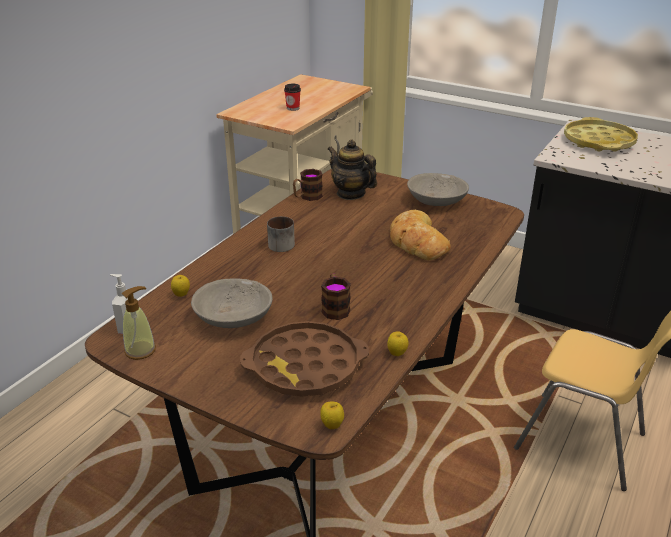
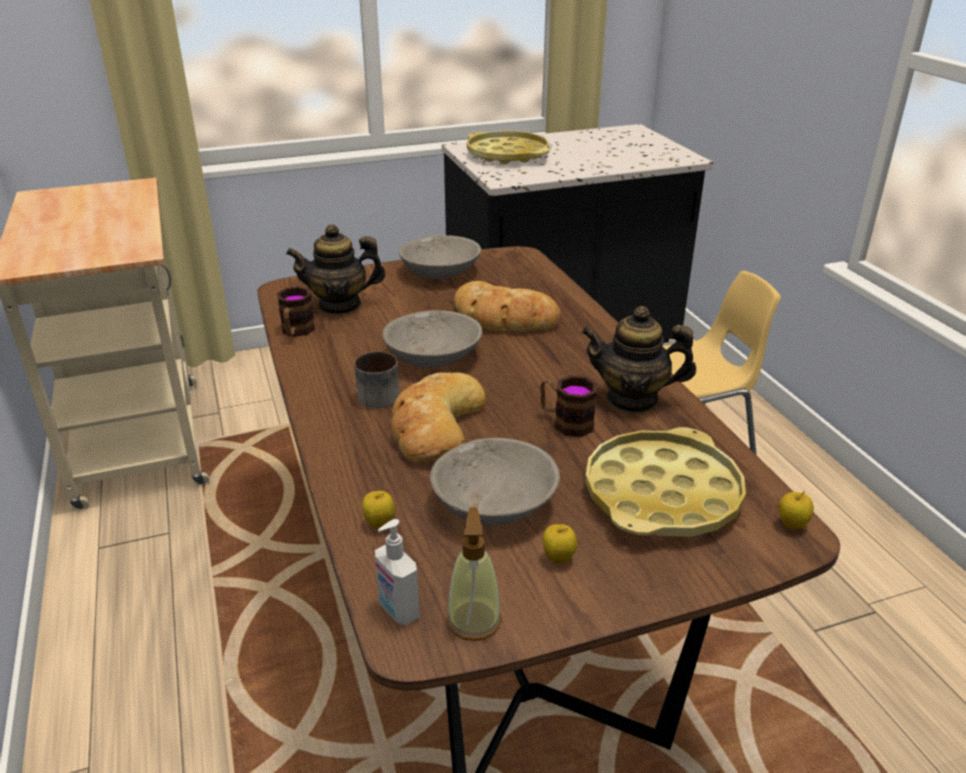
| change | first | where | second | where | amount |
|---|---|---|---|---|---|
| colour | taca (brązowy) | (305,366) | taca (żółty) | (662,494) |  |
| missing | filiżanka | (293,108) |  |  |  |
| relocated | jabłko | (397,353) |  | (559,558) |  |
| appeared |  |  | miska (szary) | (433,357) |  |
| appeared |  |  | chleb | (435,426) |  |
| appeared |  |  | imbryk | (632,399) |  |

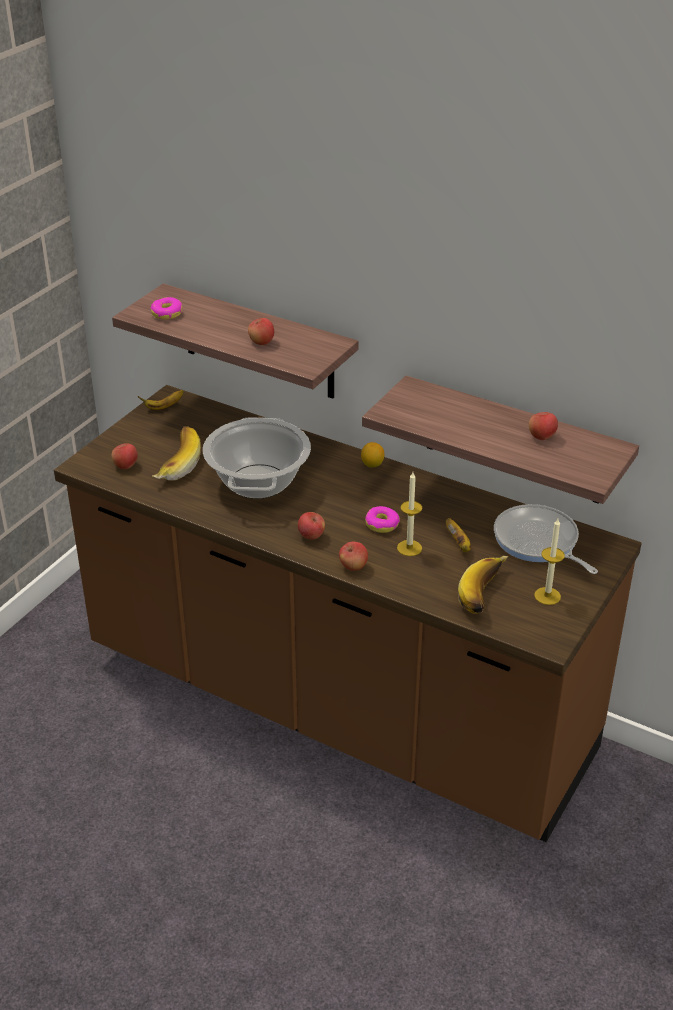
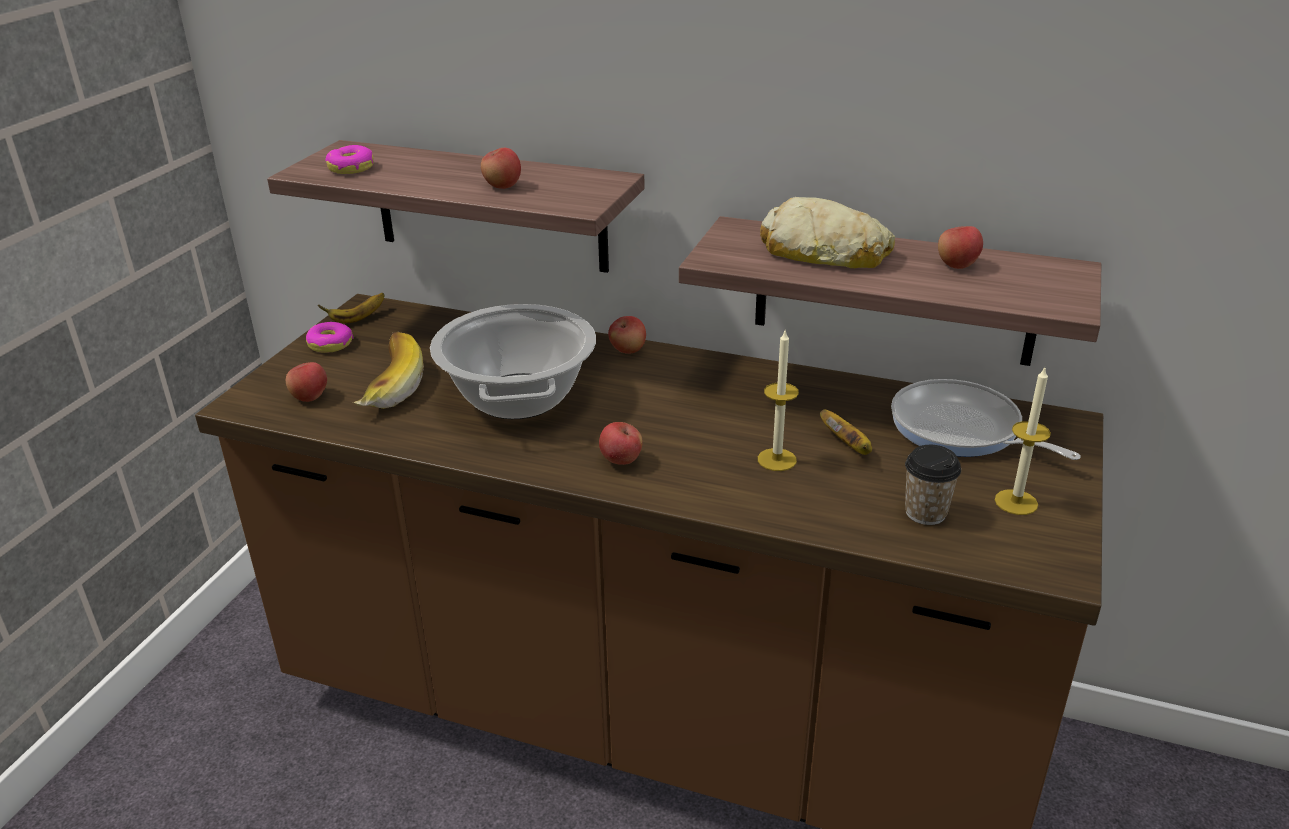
| change | first | where | second | where | amount |
|---|---|---|---|---|---|
| relocated | jabłko | (353,566) |  | (628,350) |  |
| missing | cytryna | (372,464) |  |  |  |
| relocated | donut | (382,524) |  | (330,344) |  |
| exchanged | banan | (487,595) | filiżanka | (925,512) |  |
| appeared |  |  | chleb | (824,251) |  |

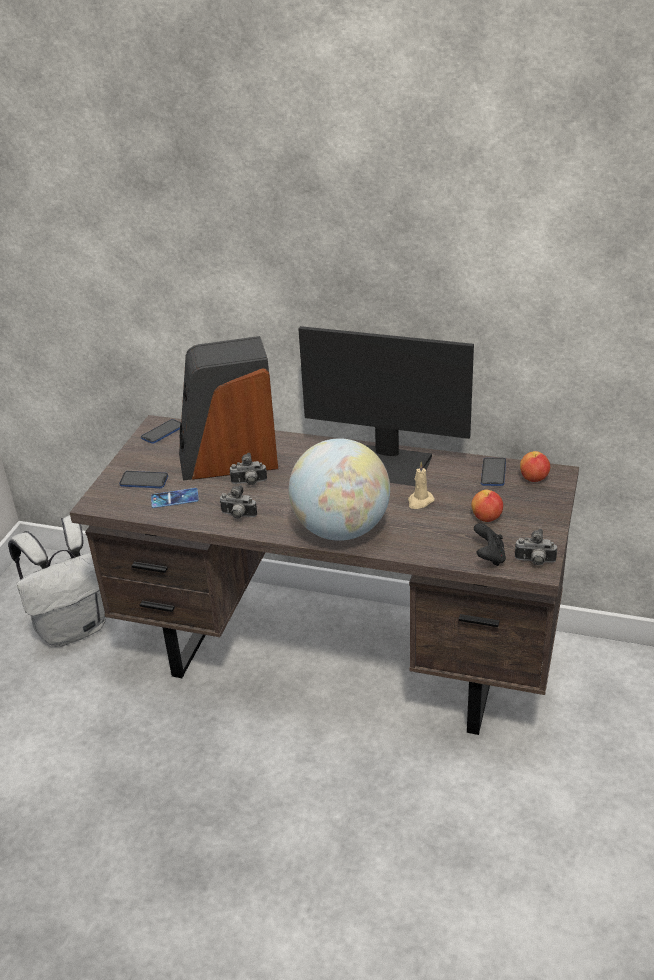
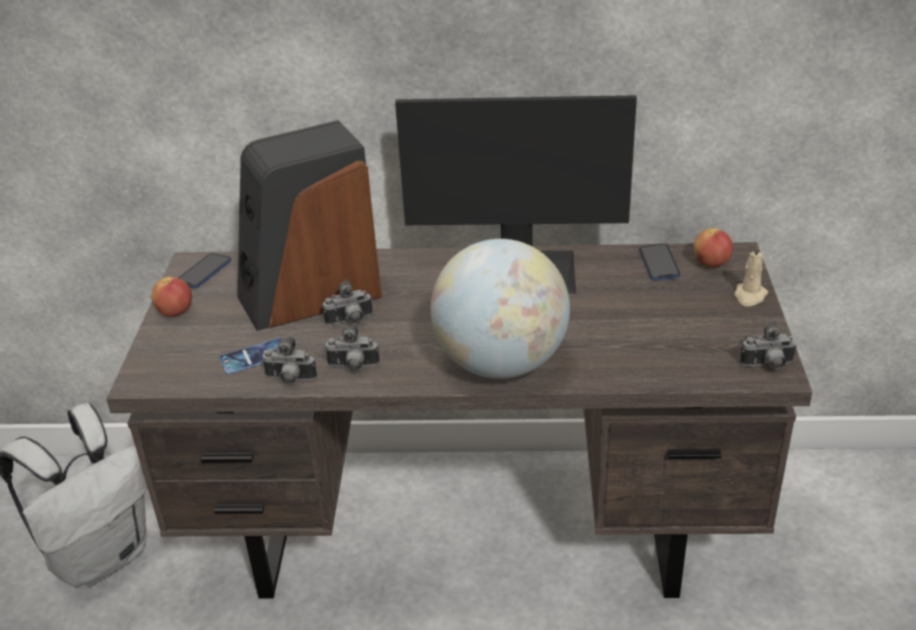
| change | first | where | second | where | amount |
|---|---|---|---|---|---|
| missing | telefon | (144,481) |  |  |  |
| relocated | świeca (beżowy) | (420,501) |  | (749,296) |  |
| relocated | jabłko | (486,518) |  | (175,312) |  |
| missing | pad do gier (czarny) | (489,557) |  |  |  |
| appeared |  |  | aparat fotograficzny | (289,380) |  |

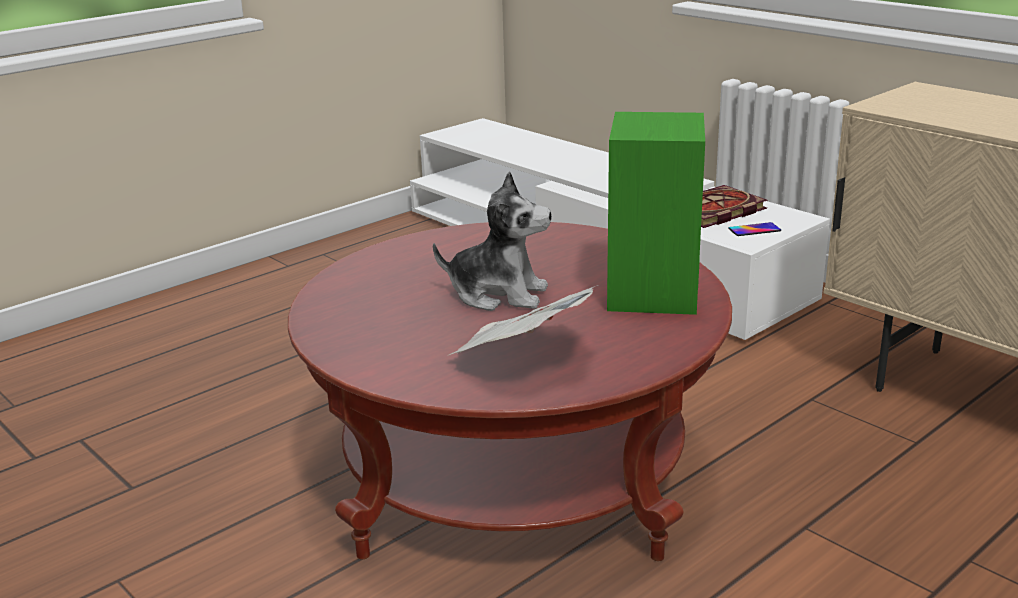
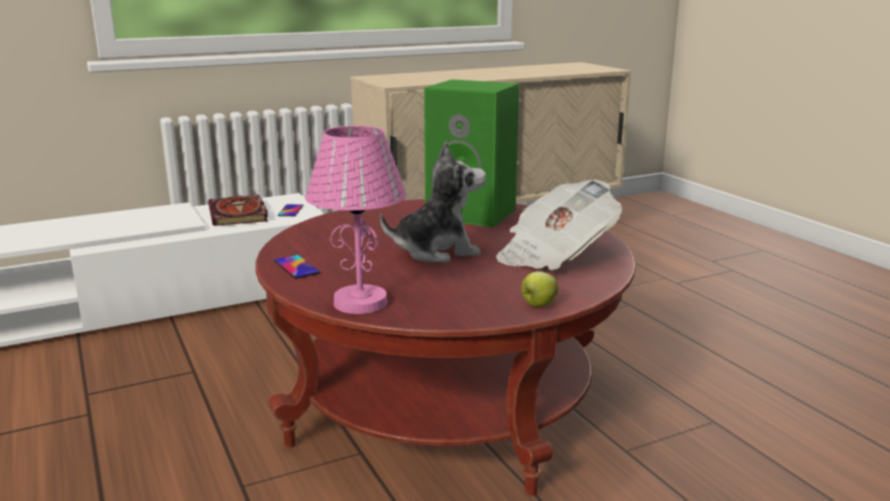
| change | first | where | second | where | amount |
|---|---|---|---|---|---|
| spun | pluszak | (498,294) |  | (436,251) | 45 degrees clockwise |
| appeared |  |  | telefon | (296,267) |  |
| appeared |  |  | lampa stołowa (różowy) | (361,302) |  |
| appeared |  |  | jabłko | (538,305) |  |

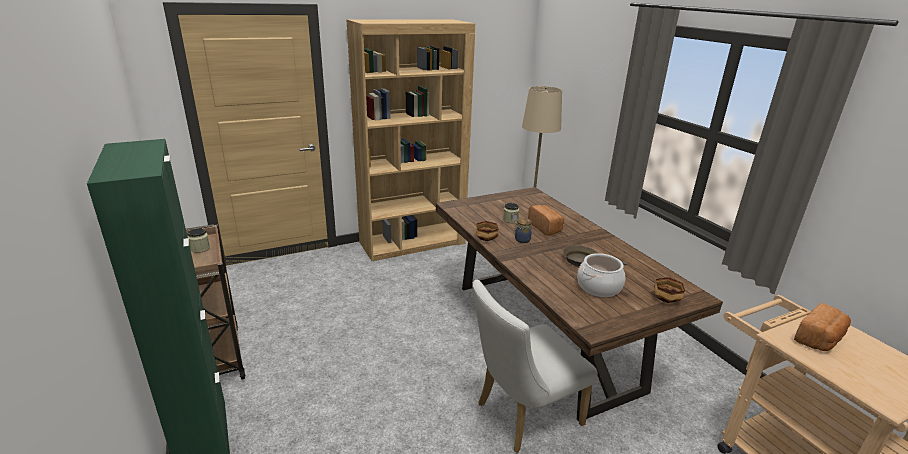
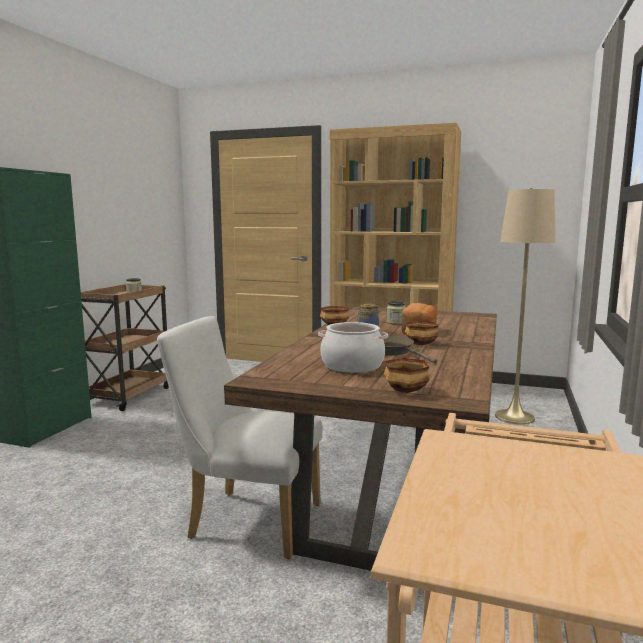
| change | first | where | second | where | amount |
|---|---|---|---|---|---|
| missing | chleb | (819,339) |  |  |  |
| appeared |  |  | miska | (422,344) |  |

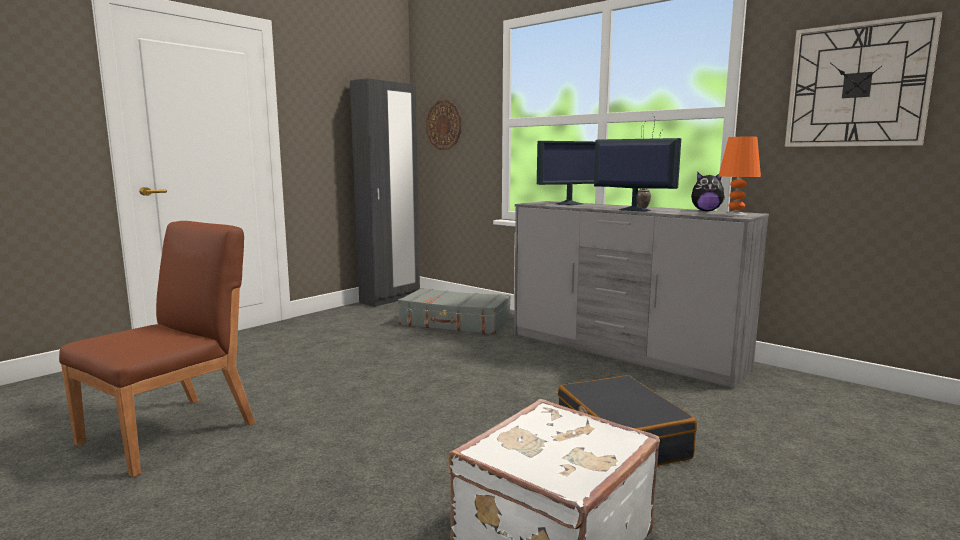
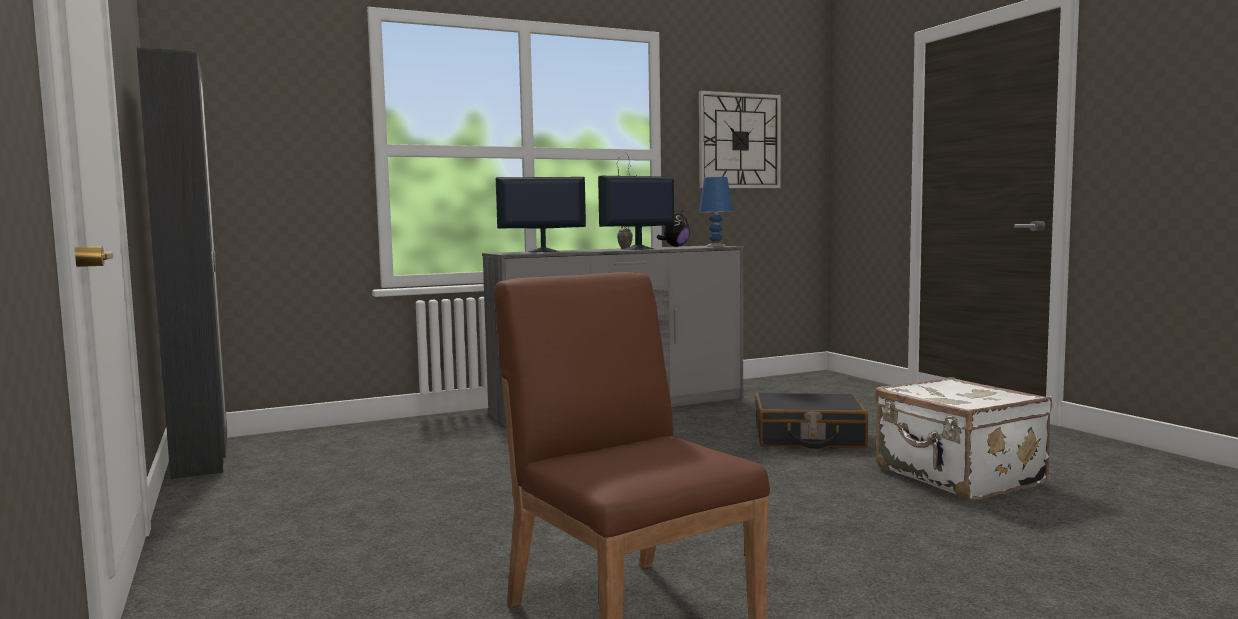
| change | first | where | second | where | amount |
|---|---|---|---|---|---|
| missing | walizka (szary) | (455,323) |  |  |  |
| missing | zegar ścienny | (444,125) |  |  |  |
| spun | monitor | (569,204) |  | (542,251) | 105 degrees counterclockwise |
| colour | lampa stołowa (pomarańczowy) | (735,215) | lampa stołowa (niebieski) | (715,246) |  |

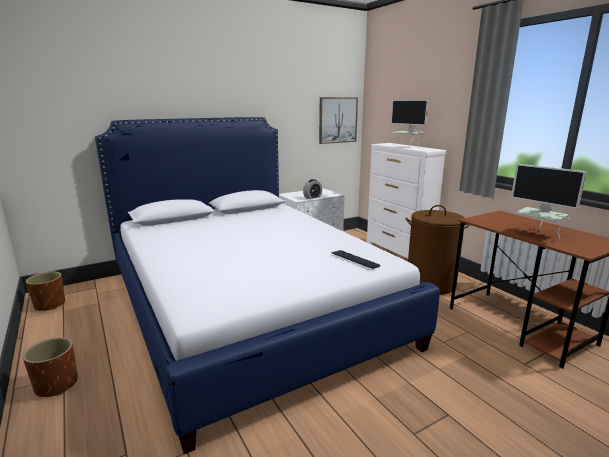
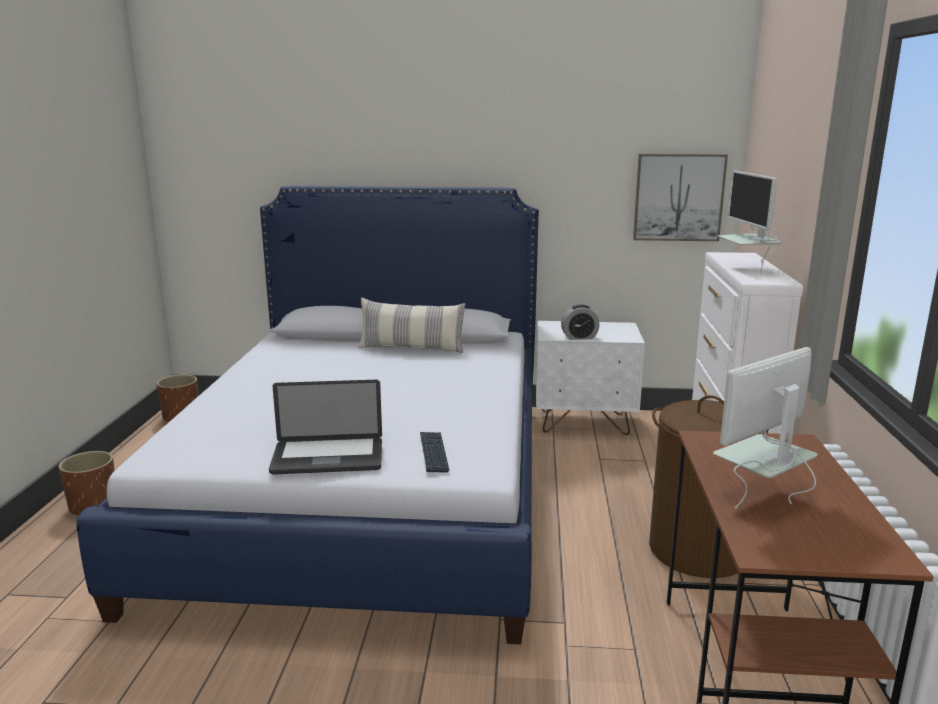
| change | first | where | second | where | amount |
|---|---|---|---|---|---|
| spun | monitor | (538,234) |  | (761,496) | 60 degrees clockwise |
| appeared |  |  | laptop | (328,458) |  |
| appeared |  |  | poduszka | (411,348) |  |

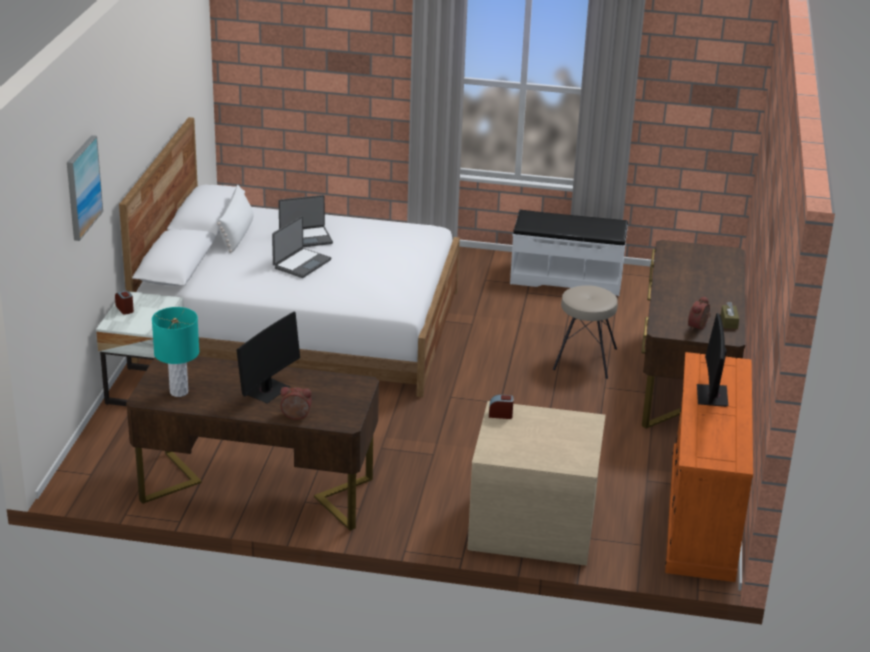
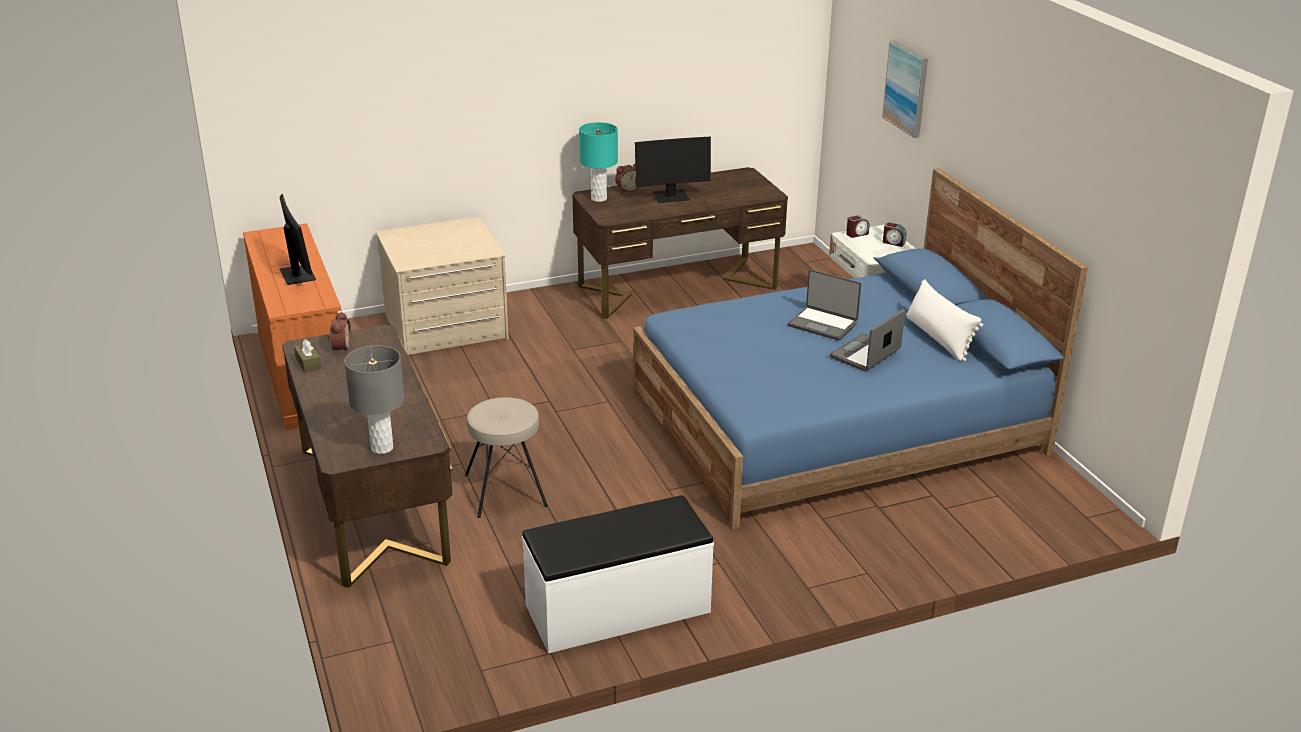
| change | first | where | second | where | amount |
|---|---|---|---|---|---|
| colour | łóżko (biały) | (300,325) | łóżko (niebieski) | (837,422) |  |
| relocated | lampa stołowa (turkusowy) | (179,392) |  | (598,198) |  |
| spun | monitor | (267,391) |  | (671,197) | 105 degrees counterclockwise |
| spun | laptop | (301,263) |  | (823,324) | 60 degrees counterclockwise |
| relocated | budzik | (500,414) |  | (857,234) |  |
| appeared |  |  | lampa stołowa (szary) | (382,447) |  |

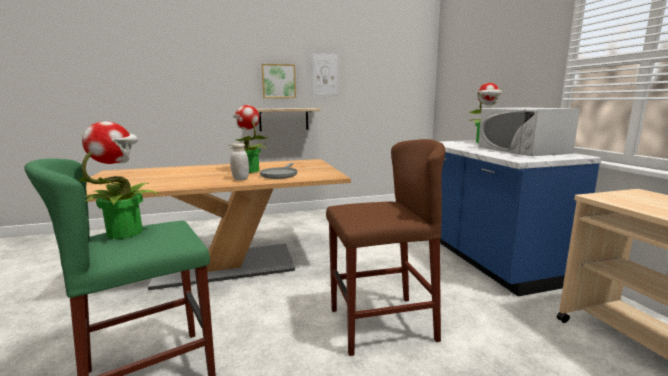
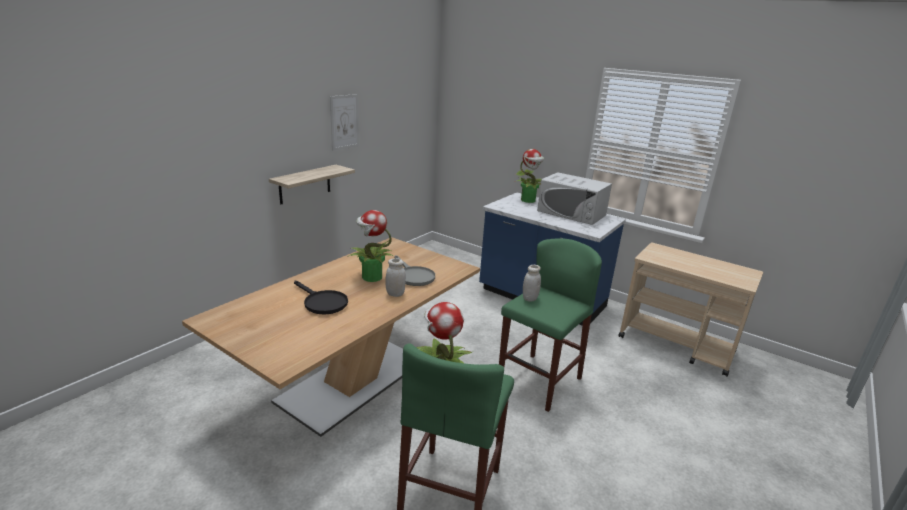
| change | first | where | second | where | amount |
|---|---|---|---|---|---|
| missing | obraz | (278,81) |  |  |  |
| colour | stołek (brązowy) | (381,324) | stołek (zielony) | (539,381) |  |
| appeared |  |  | patelnia (czarny) | (322,302) |  |
| appeared |  |  | słoik (biały) | (529,298) |  |

